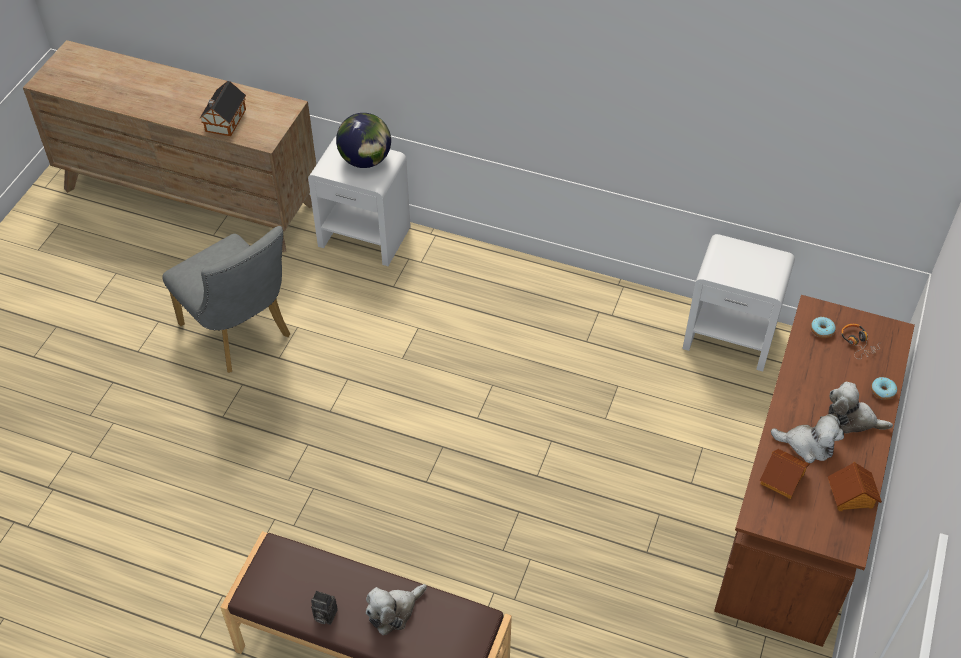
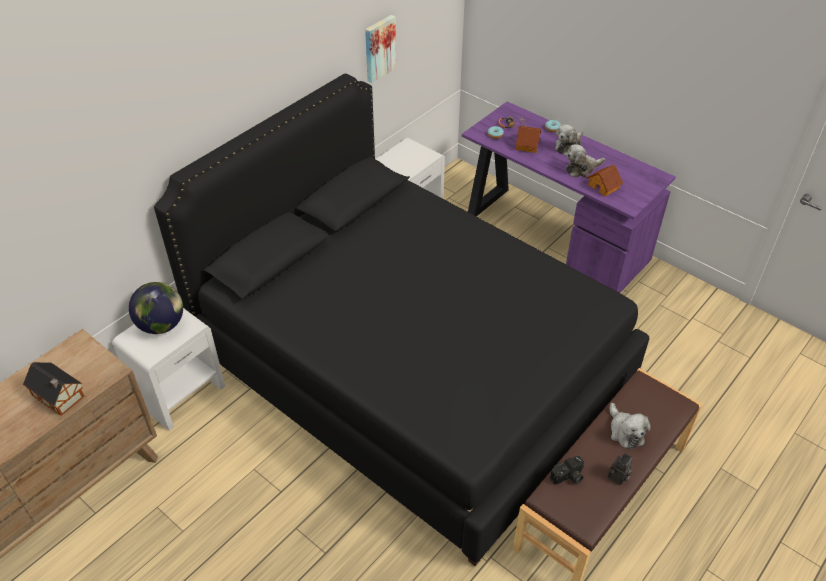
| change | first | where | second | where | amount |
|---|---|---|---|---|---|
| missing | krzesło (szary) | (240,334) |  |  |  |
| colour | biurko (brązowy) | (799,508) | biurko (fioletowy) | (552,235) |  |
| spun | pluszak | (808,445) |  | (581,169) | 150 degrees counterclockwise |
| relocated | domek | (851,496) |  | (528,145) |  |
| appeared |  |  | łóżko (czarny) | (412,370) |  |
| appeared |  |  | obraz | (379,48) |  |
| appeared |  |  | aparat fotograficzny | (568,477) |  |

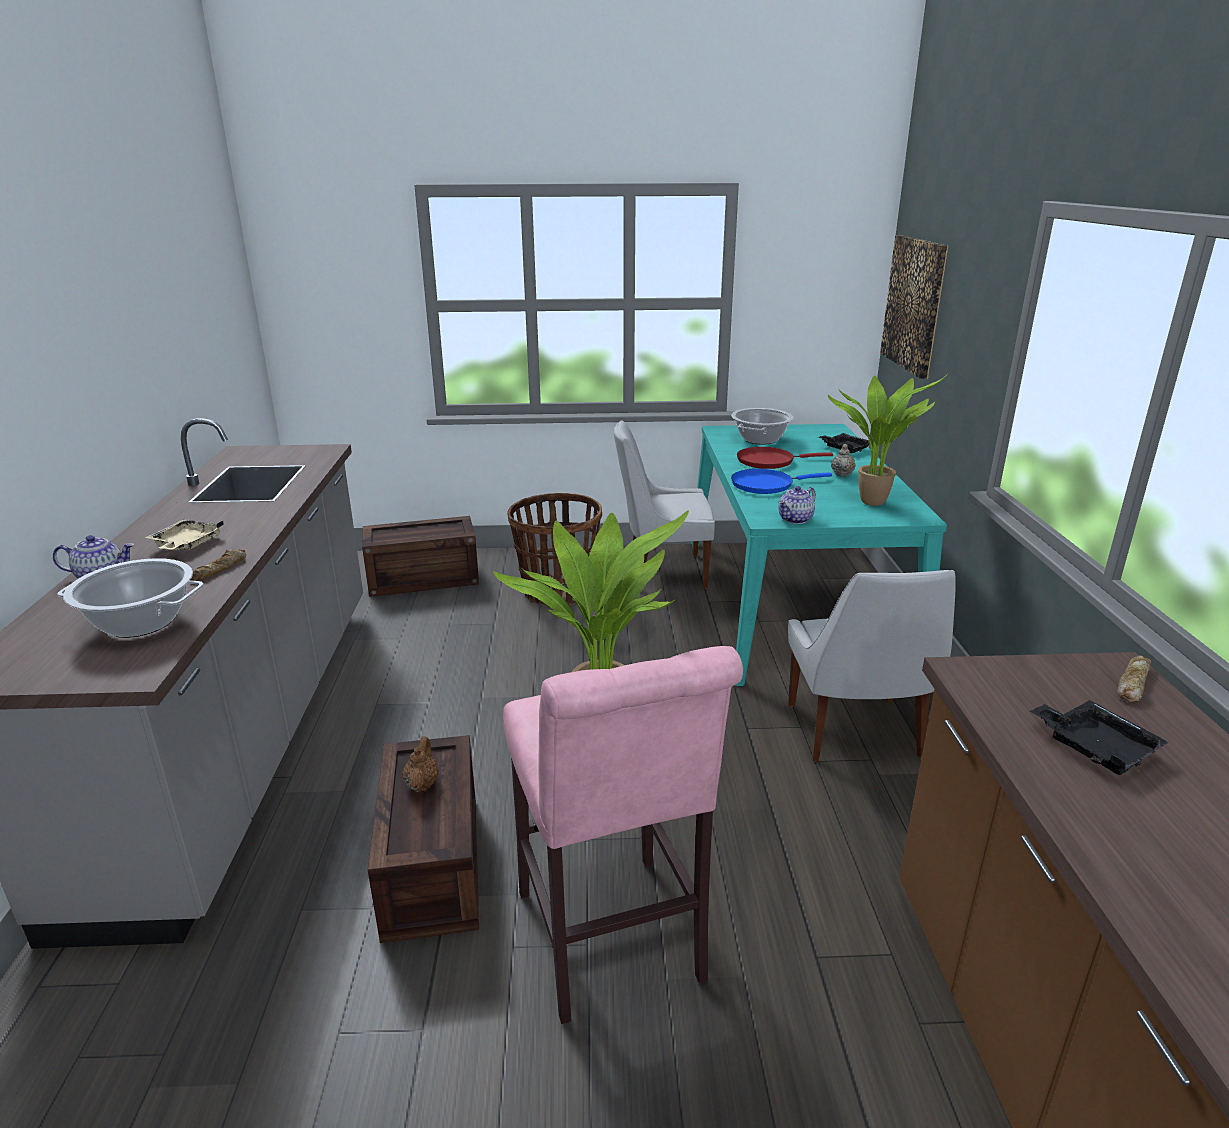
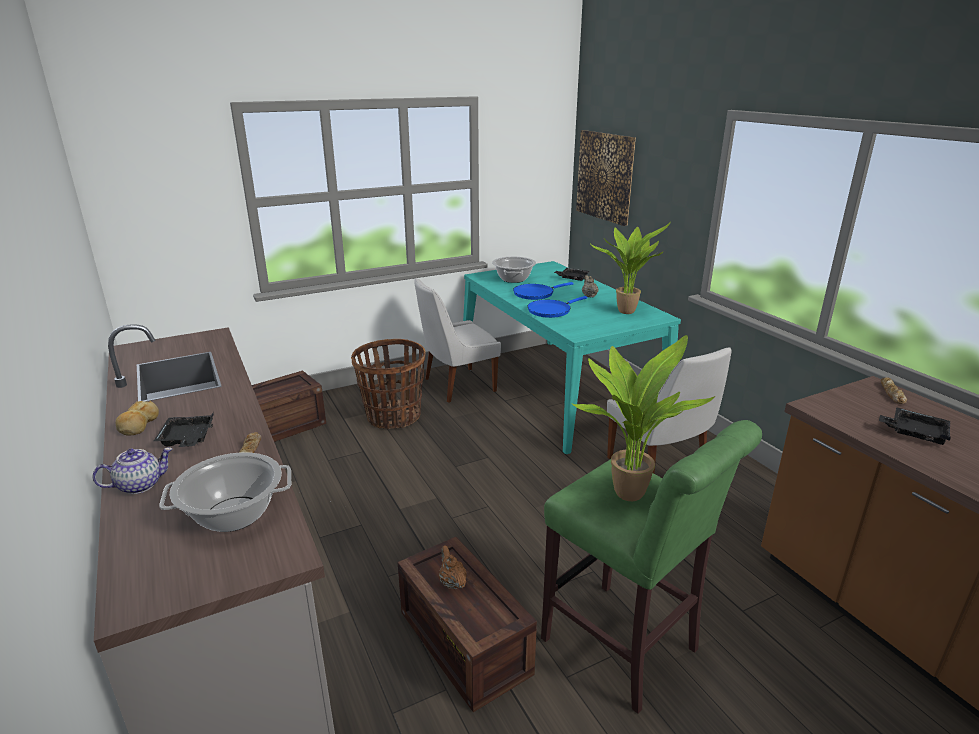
| change | first | where | second | where | amount |
|---|---|---|---|---|---|
| colour | taca (beżowy) | (186,544) | taca (czarny) | (187,439) |  |
| colour | stołek (różowy) | (612,944) | stołek (zielony) | (626,649) |  |
| colour | patelnia (czerwony) | (769,461) | patelnia (niebieski) | (535,294) |  |
| missing | imbryk | (795,519) |  |  |  |
| appeared |  |  | chleb | (138,425) |  |

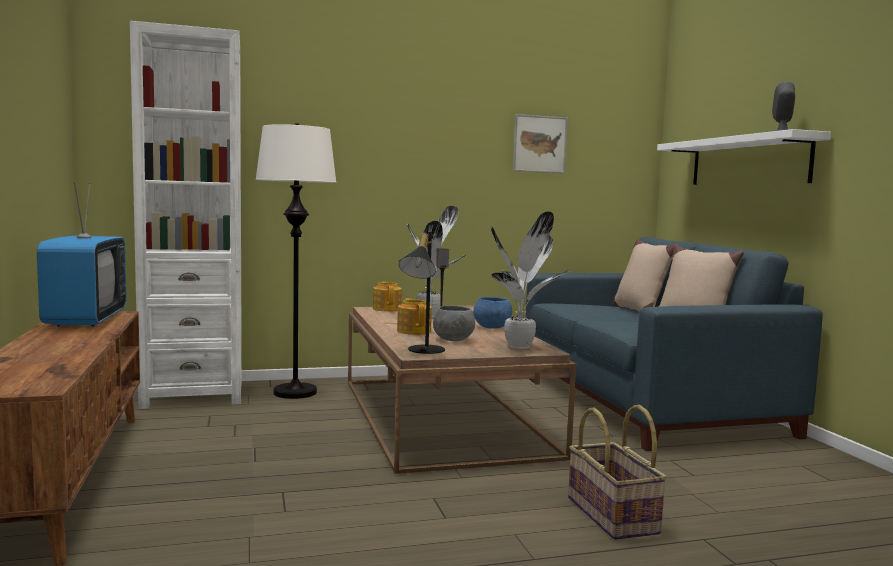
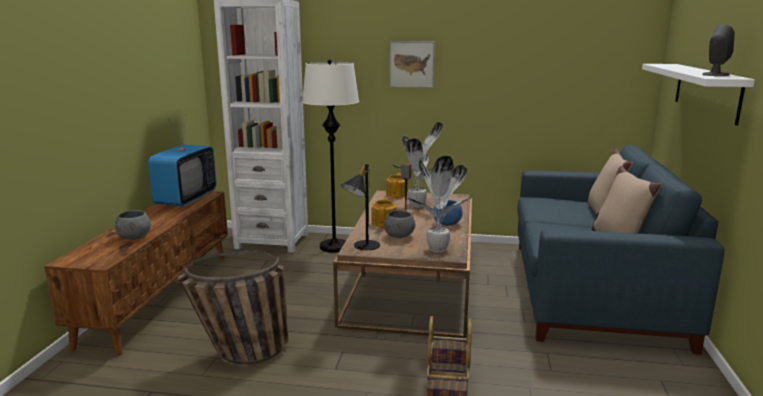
| change | first | where | second | where | amount |
|---|---|---|---|---|---|
| relocated | obraz | (539,144) |  | (411,64) |  |
| appeared |  |  | miska (szary) | (134,237) |  |
| appeared |  |  | koszyk | (238,354) |  |

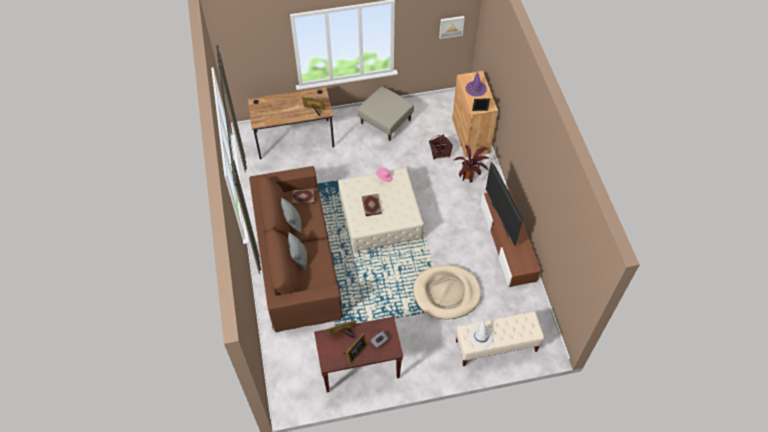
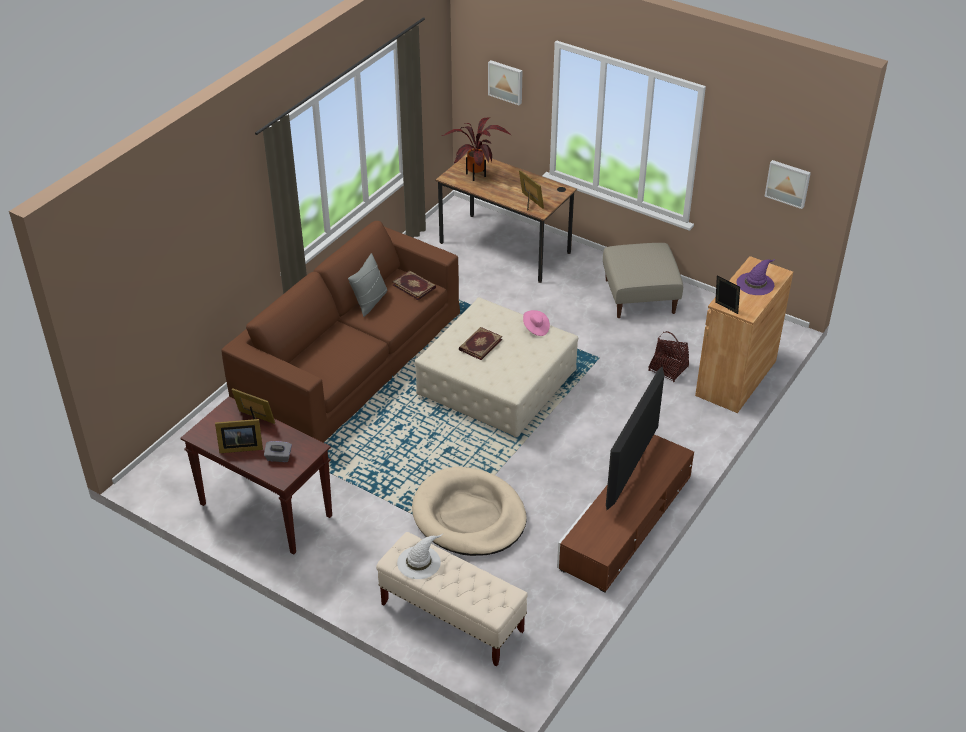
| change | first | where | second | where | amount |
|---|---|---|---|---|---|
| missing | poduszka (szary) | (299,258) |  |  |  |
| relocated | roślina doniczkowa | (469,178) |  | (476,176) |  |
| appeared |  |  | obraz | (506,81) |  |

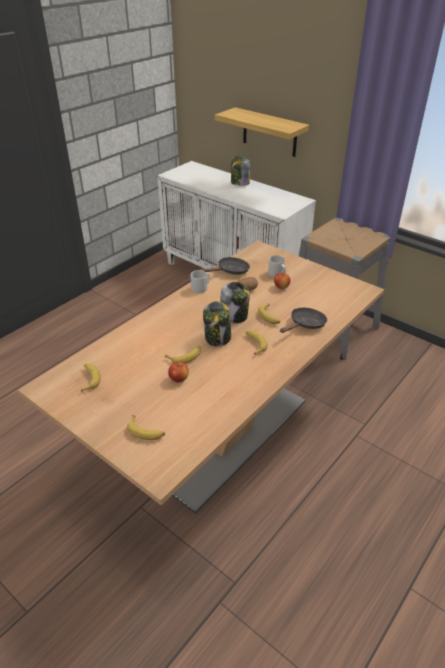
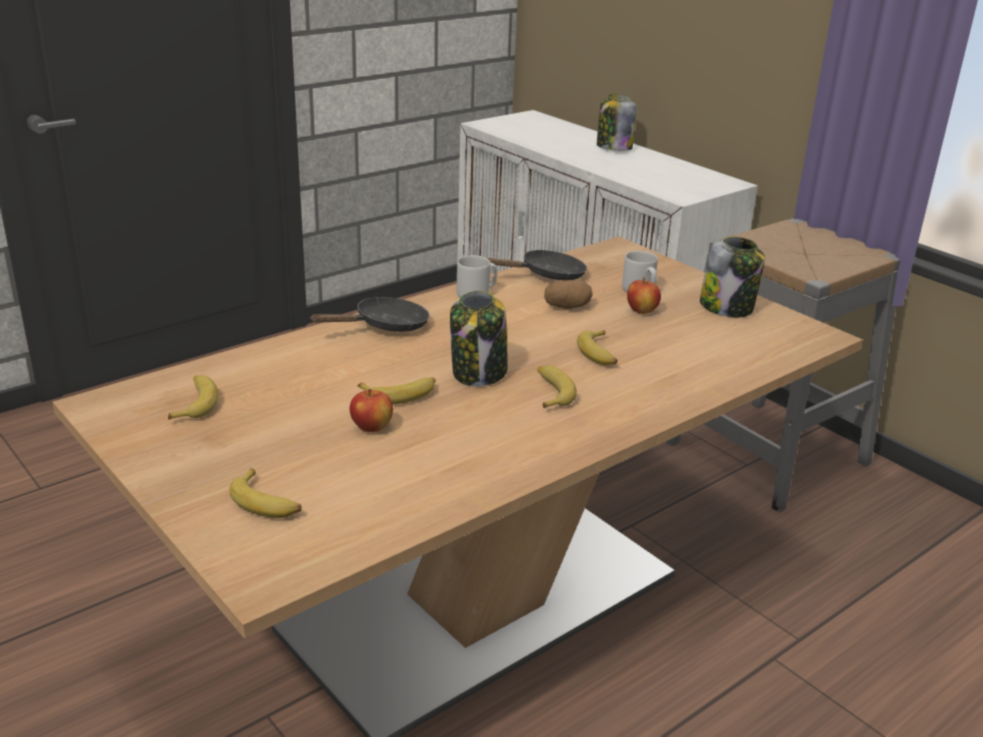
| change | first | where | second | where | amount |
|---|---|---|---|---|---|
| missing | półka | (269,132) |  |  |  |
| relocated | słoik | (234,316) |  | (727,307) |  |
| relocated | patelnia (czarny) | (305,324) |  | (385,326) |  |

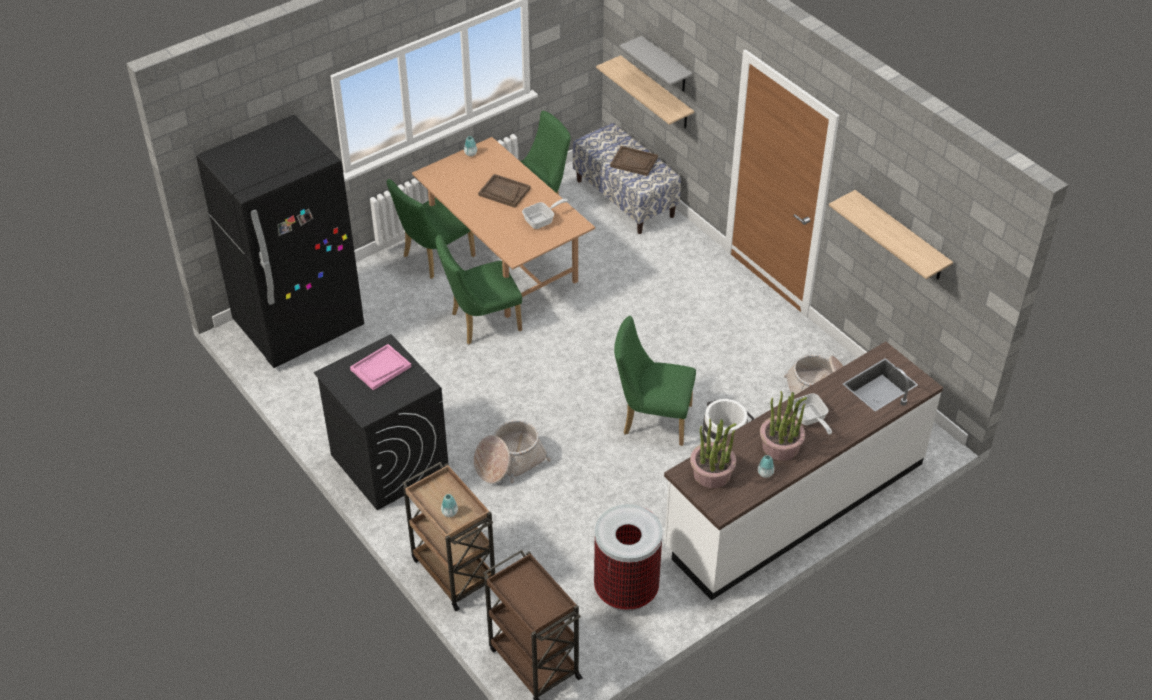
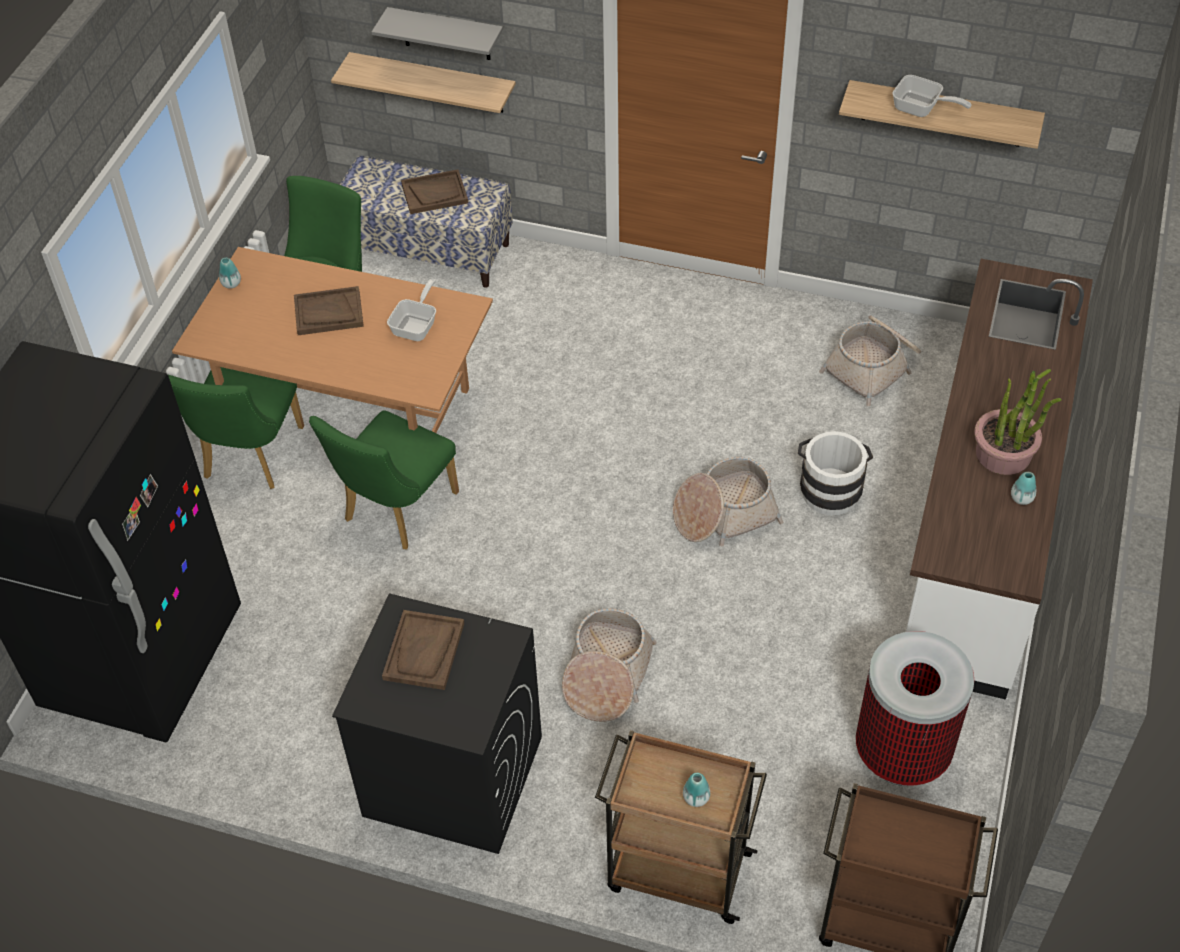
| change | first | where | second | where | amount |
|---|---|---|---|---|---|
| colour | taca (różowy) | (380,368) | taca (brązowy) | (424,651) |  |
| exchanged | krzesło (zielony) | (651,419) | koszyk | (724,514) |  |
| missing | roślina doniczkowa | (712,473) |  |  |  |
| relocated | patelnia | (810,419) |  | (921,109) |  |

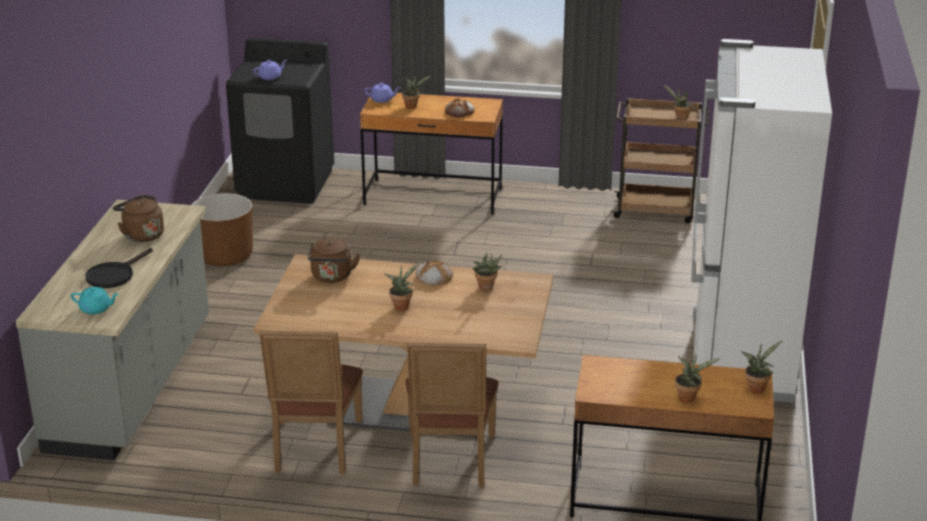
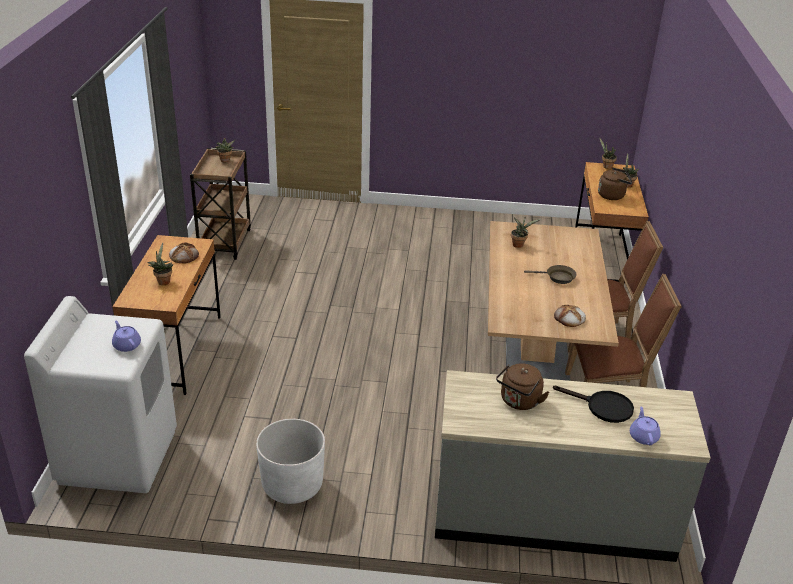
| change | first | where | second | where | amount |
|---|---|---|---|---|---|
| missing | imbryk (turkusowy) | (96,309) |  |  |  |
| colour | donica (brązowy) | (225,256) | donica (biały) | (292,485) |  |
| colour | pralka (czarny) | (286,184) | pralka (biały) | (118,456) |  |
| relocated | czajnik (brązowy) | (332,277) |  | (613,195) |  |
| relocated | imbryk (fioletowy) | (382,100) |  | (643,436) |  |
| exchanged | roślina doniczkowa | (402,306) | patelnia (brązowy) | (557,277) |  |
| relocated | chleb | (433,276) |  | (569,318) |  |
| missing | lodówka (biały) | (738,357) |  |  |  |

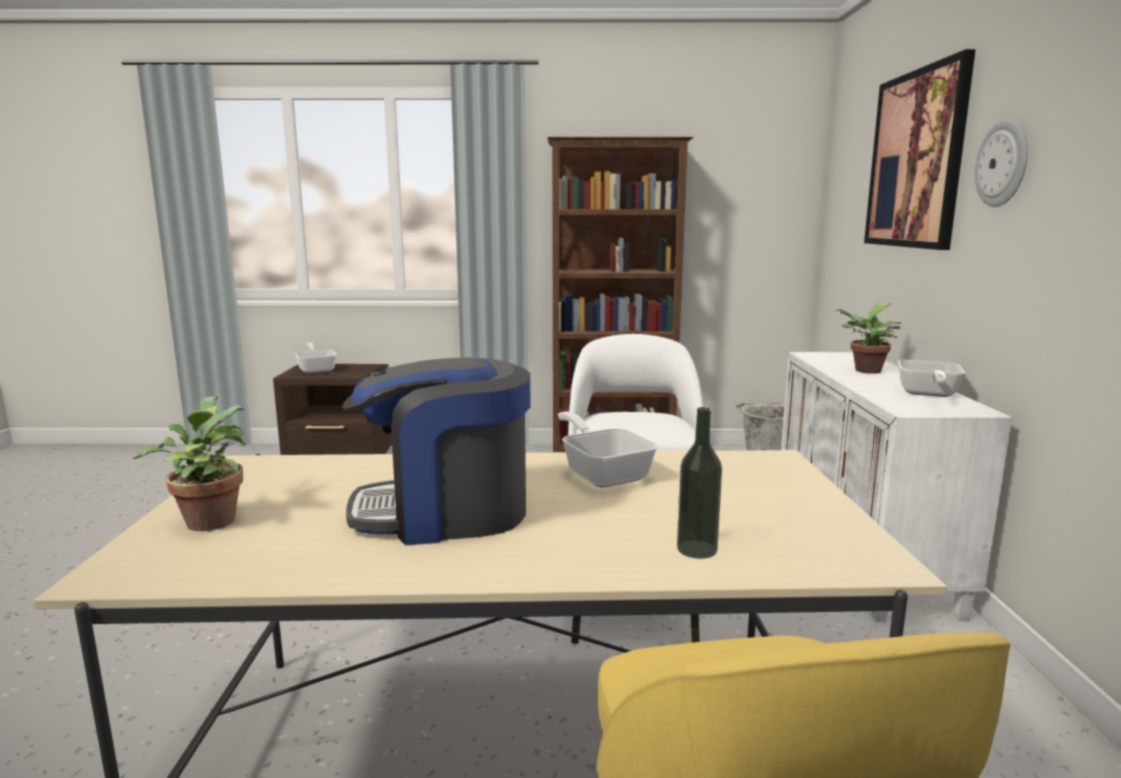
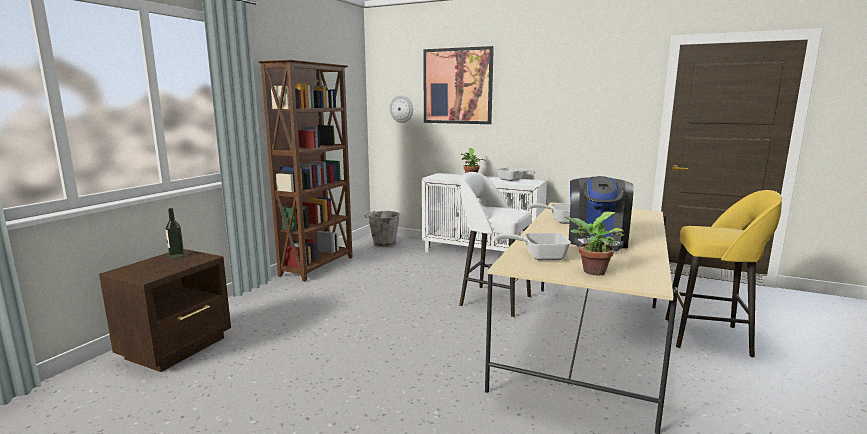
| change | first | where | second | where | amount |
|---|---|---|---|---|---|
| relocated | patelnia | (316,369) |  | (539,256) |  |
| relocated | butelka | (696,549) |  | (176,256) |  |
| relocated | zegar ścienny | (1003,164) |  | (401,109) |  |

